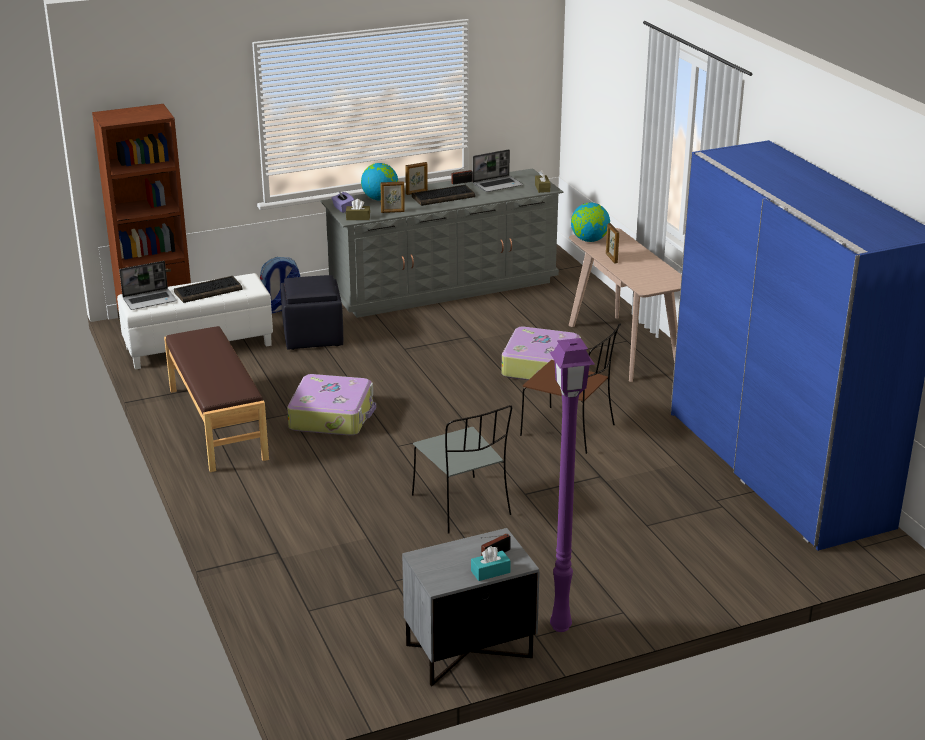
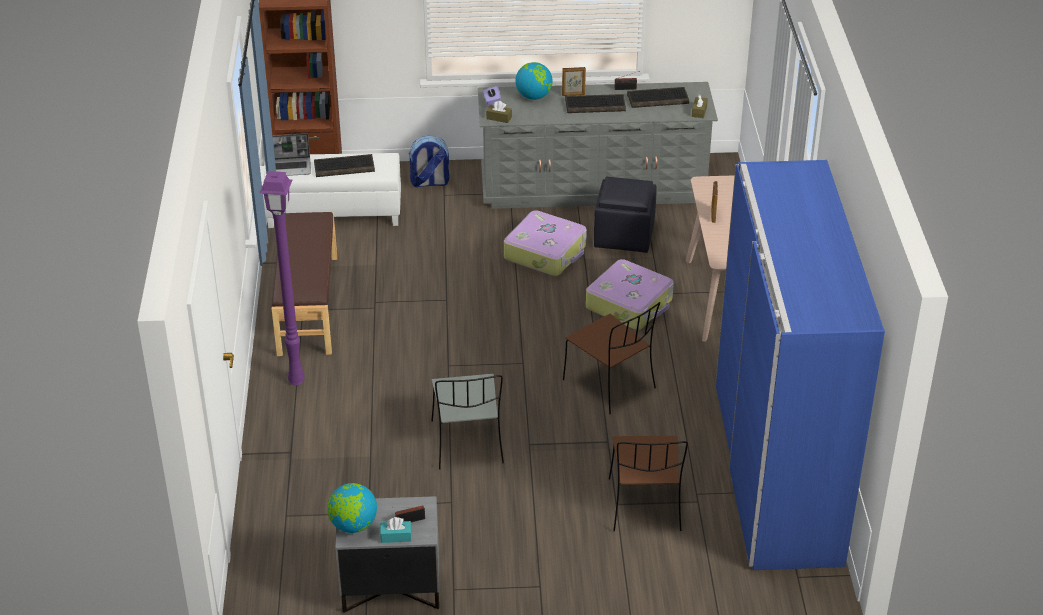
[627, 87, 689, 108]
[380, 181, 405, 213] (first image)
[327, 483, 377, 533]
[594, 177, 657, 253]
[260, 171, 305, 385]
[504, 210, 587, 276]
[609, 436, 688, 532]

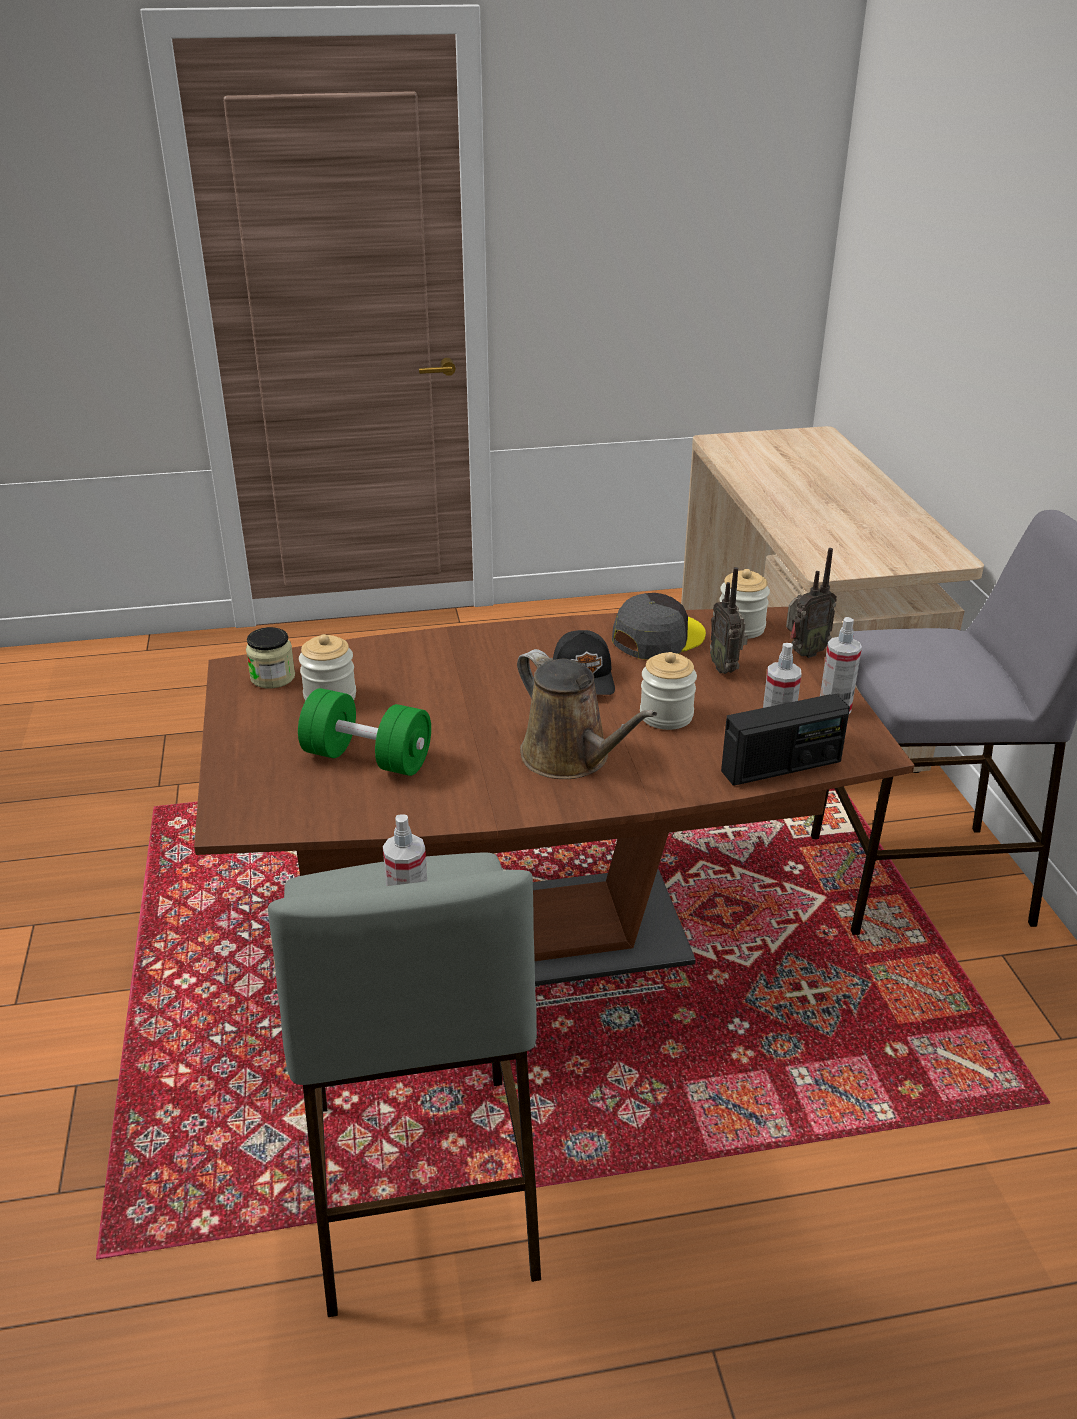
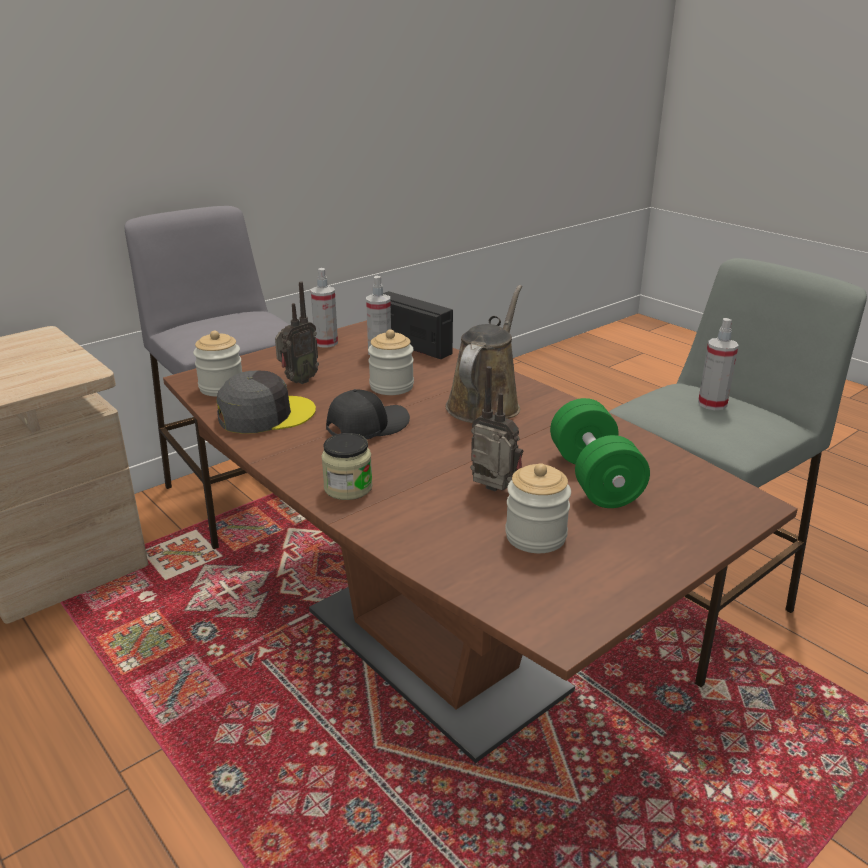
[470, 366, 523, 491]
[216, 371, 316, 434]
[321, 433, 373, 500]

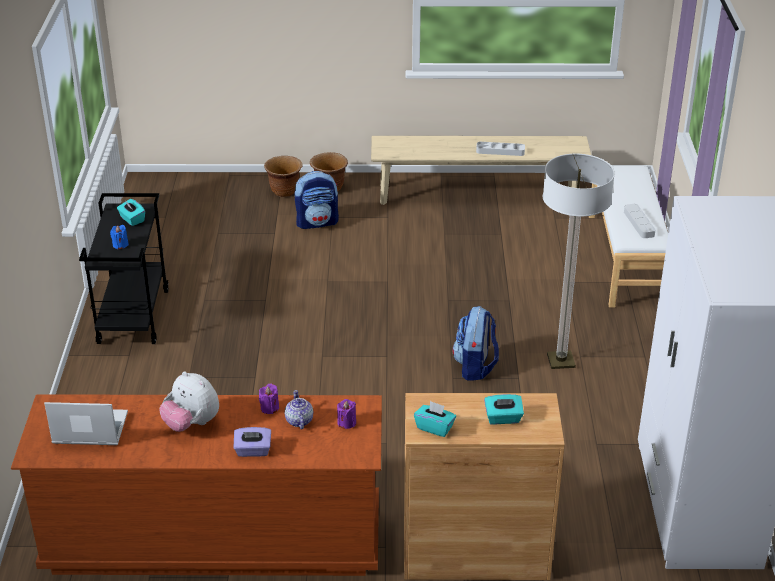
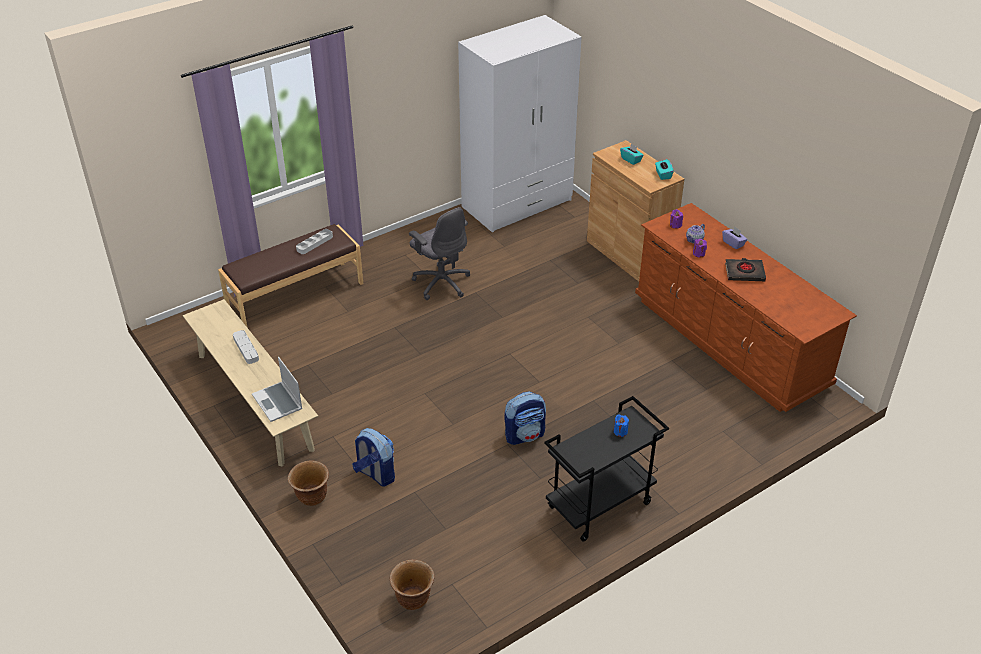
[409, 207, 470, 300]
[390, 559, 434, 610]
[218, 224, 363, 328]
[117, 199, 145, 226] (first image)
[504, 391, 546, 445]
[725, 258, 766, 281]
[252, 357, 303, 422]

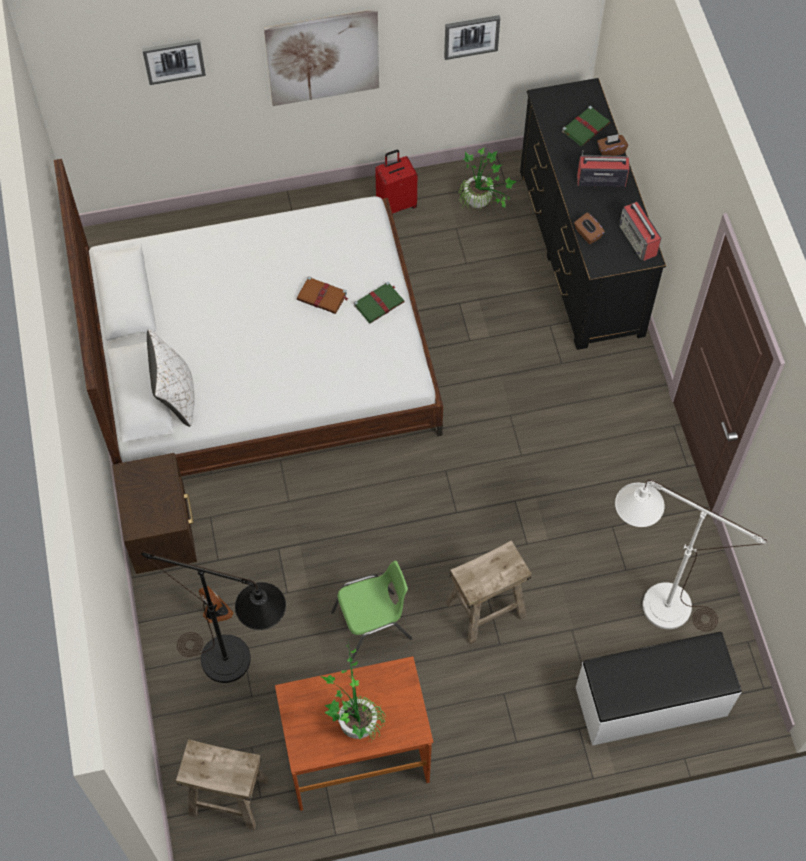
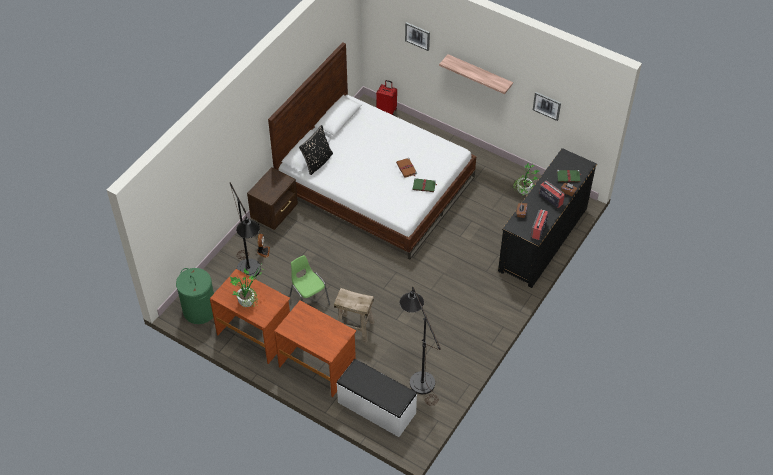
[439, 54, 513, 94]
[376, 80, 397, 115]
[299, 125, 333, 175]
[400, 287, 440, 406]
[289, 255, 330, 305]
[176, 268, 214, 324]
[274, 301, 356, 397]

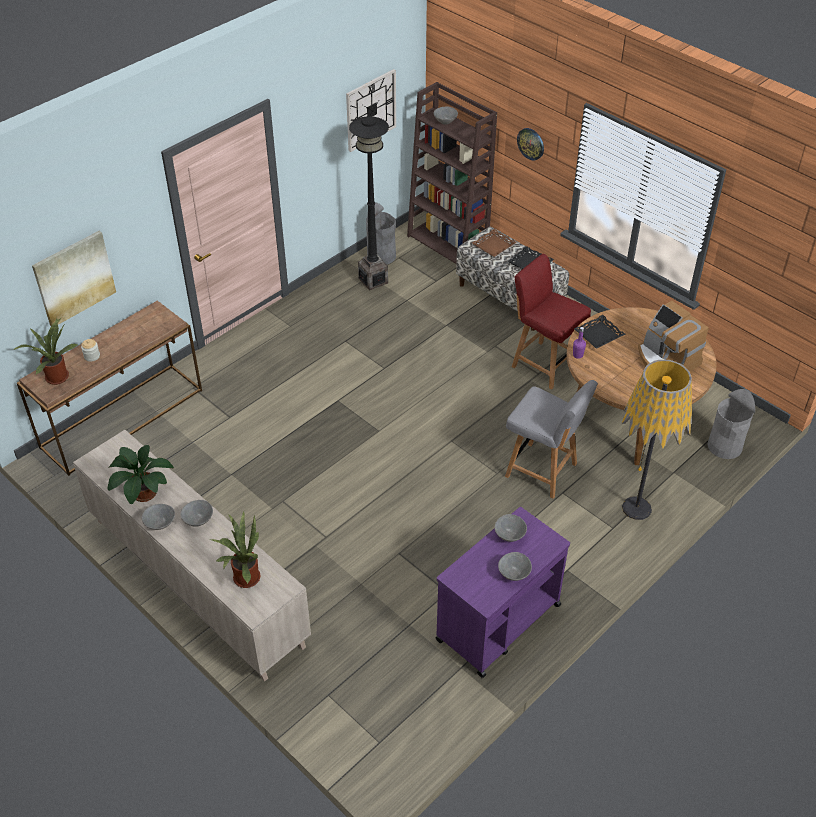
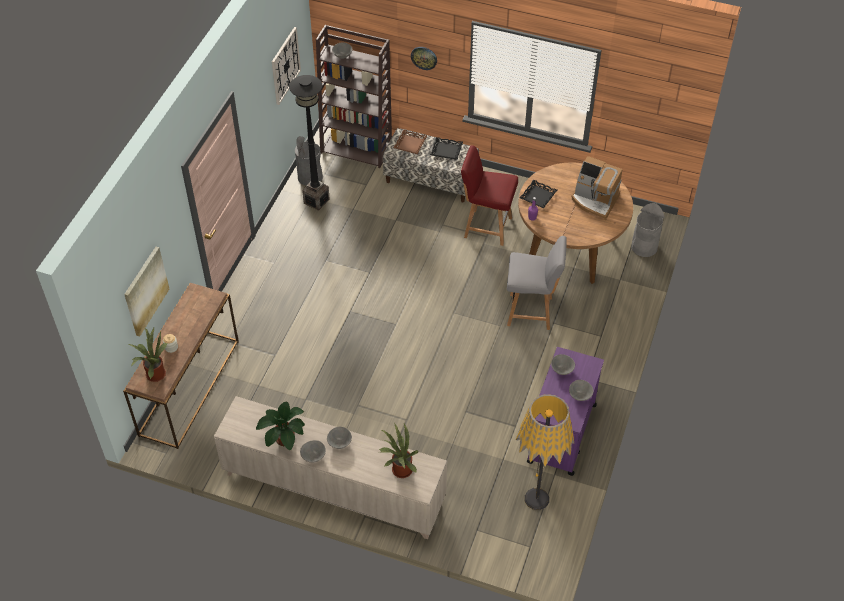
[516, 394, 574, 510]

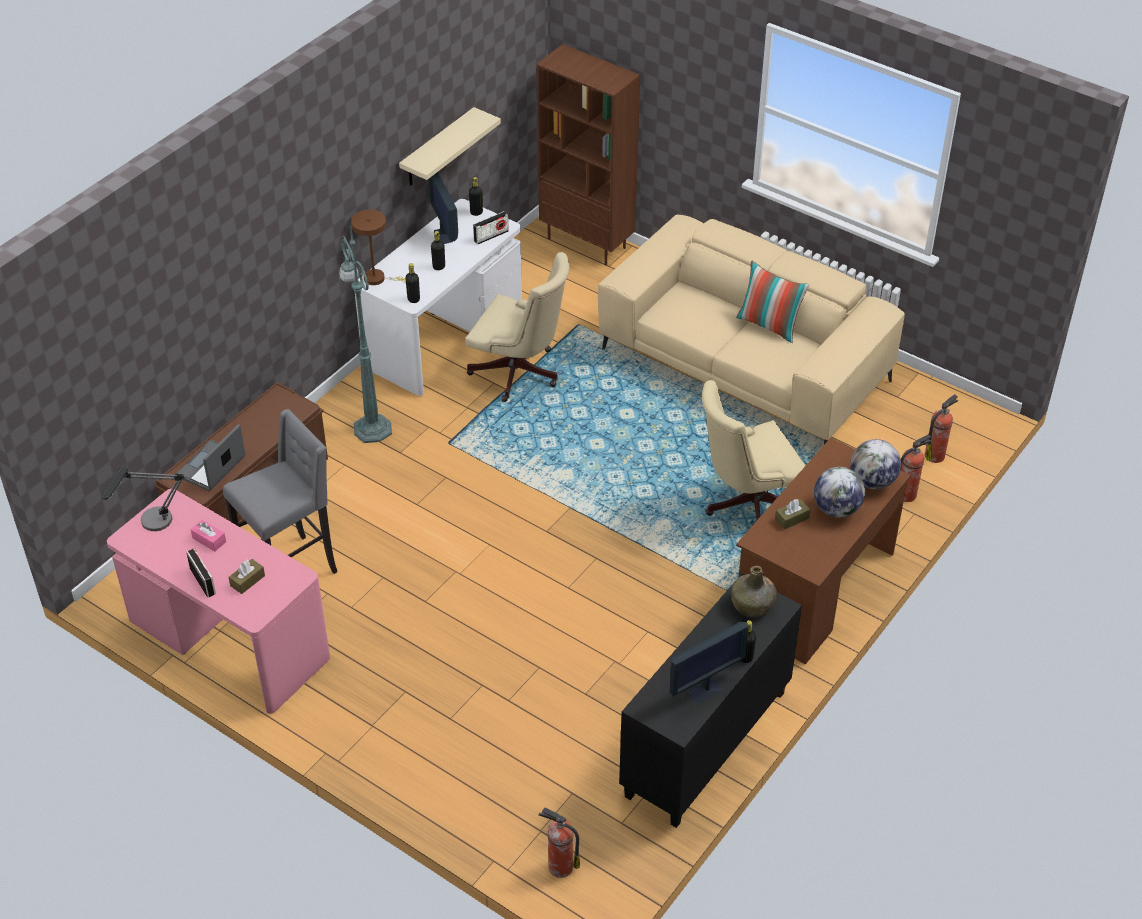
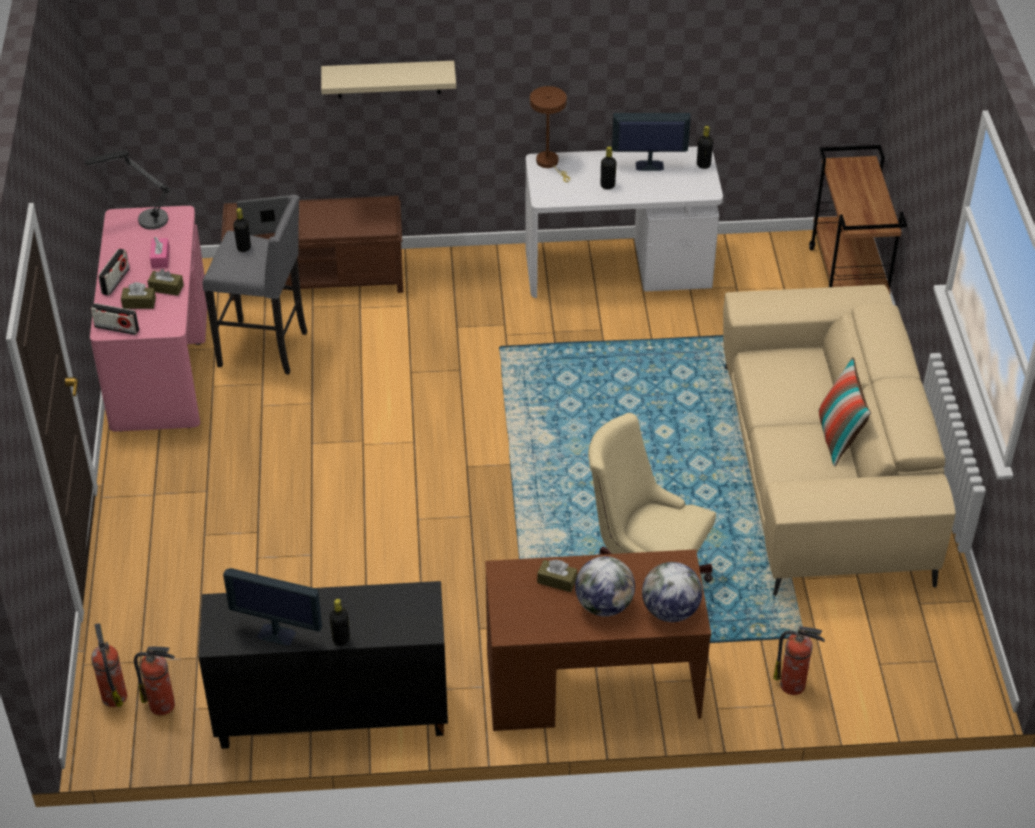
[809, 145, 907, 294]
[321, 61, 456, 98]
[612, 113, 691, 171]
[91, 303, 139, 335]
[339, 222, 392, 443] (first image)
[465, 252, 569, 402] (first image)
[233, 208, 251, 252]
[134, 647, 175, 715]
[731, 566, 777, 618] (first image)
[147, 269, 184, 296]

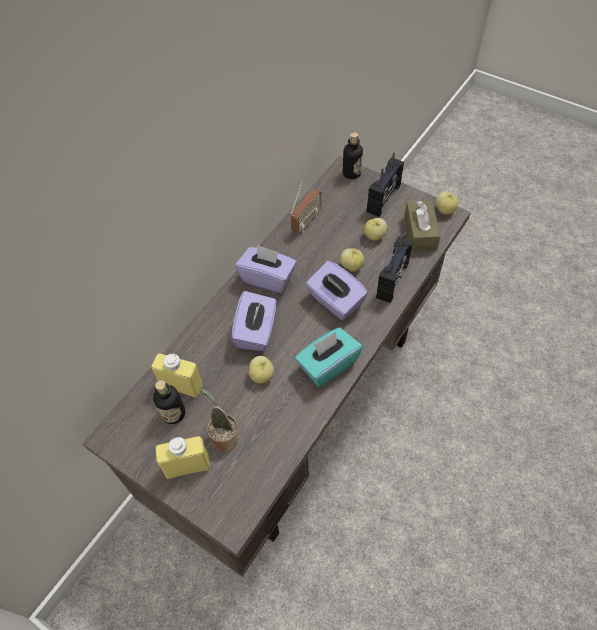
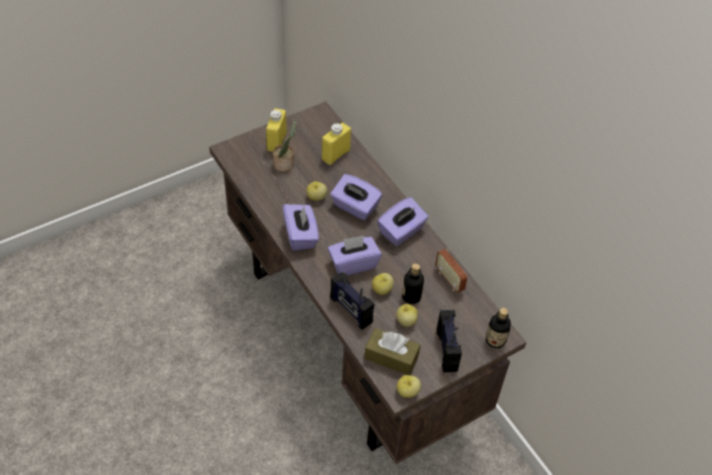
[436, 309, 462, 372]
[283, 204, 319, 251]
[402, 263, 424, 304]

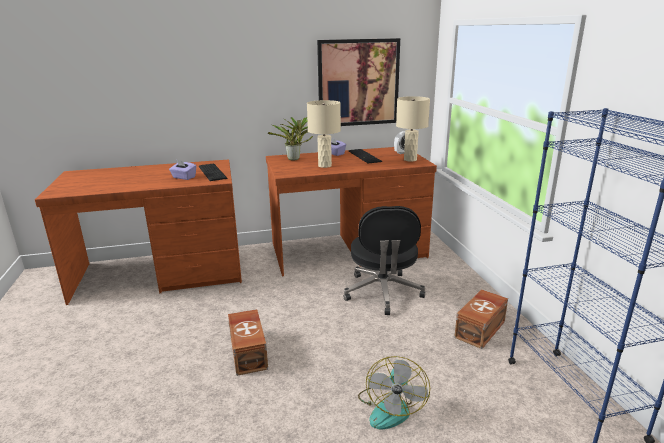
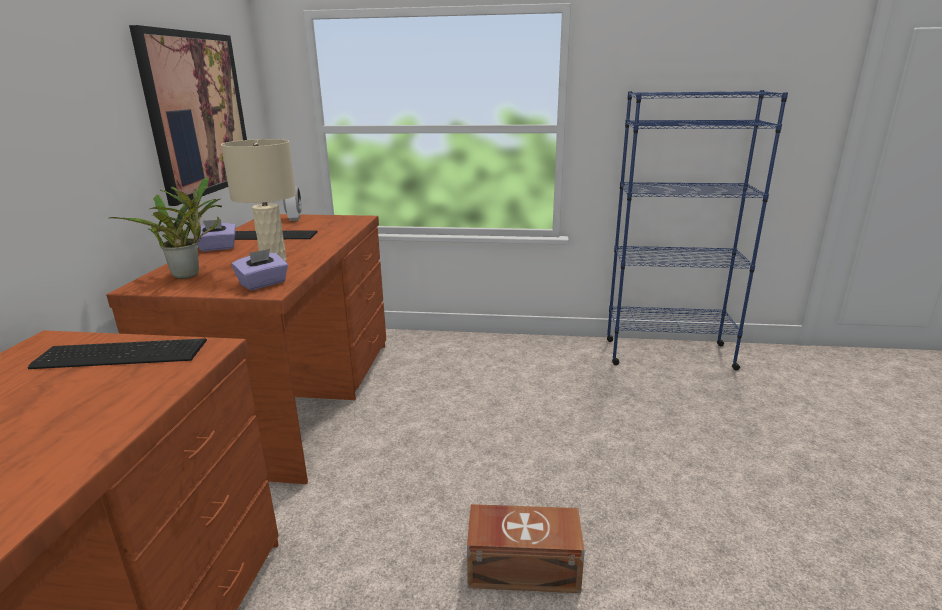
[396, 96, 430, 162] (first image)
[232, 249, 288, 290]
[343, 206, 425, 315] (first image)
[454, 289, 508, 349] (first image)
[358, 356, 430, 429] (first image)

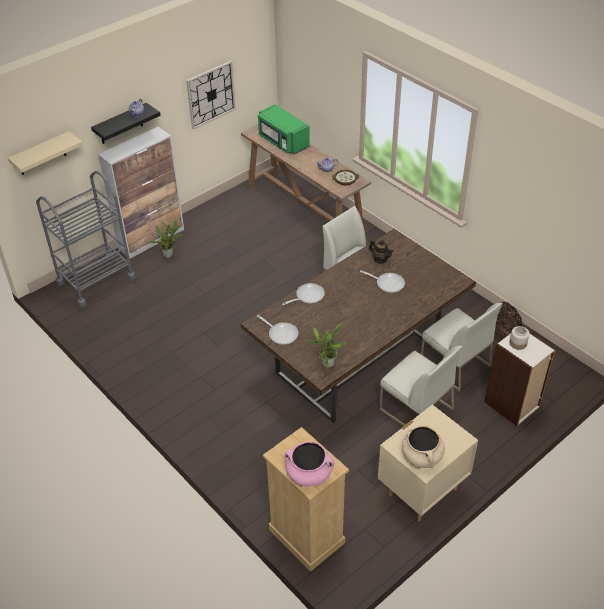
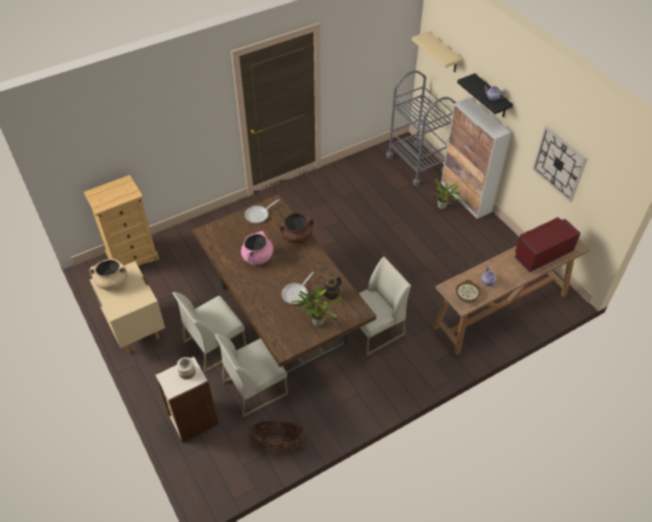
[515, 217, 581, 272]
[280, 213, 314, 244]
[291, 285, 342, 327]
[241, 231, 273, 265]

